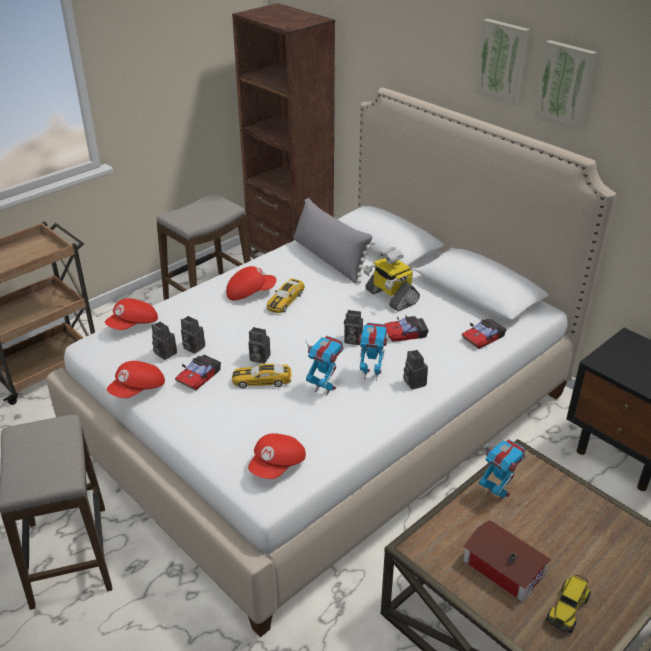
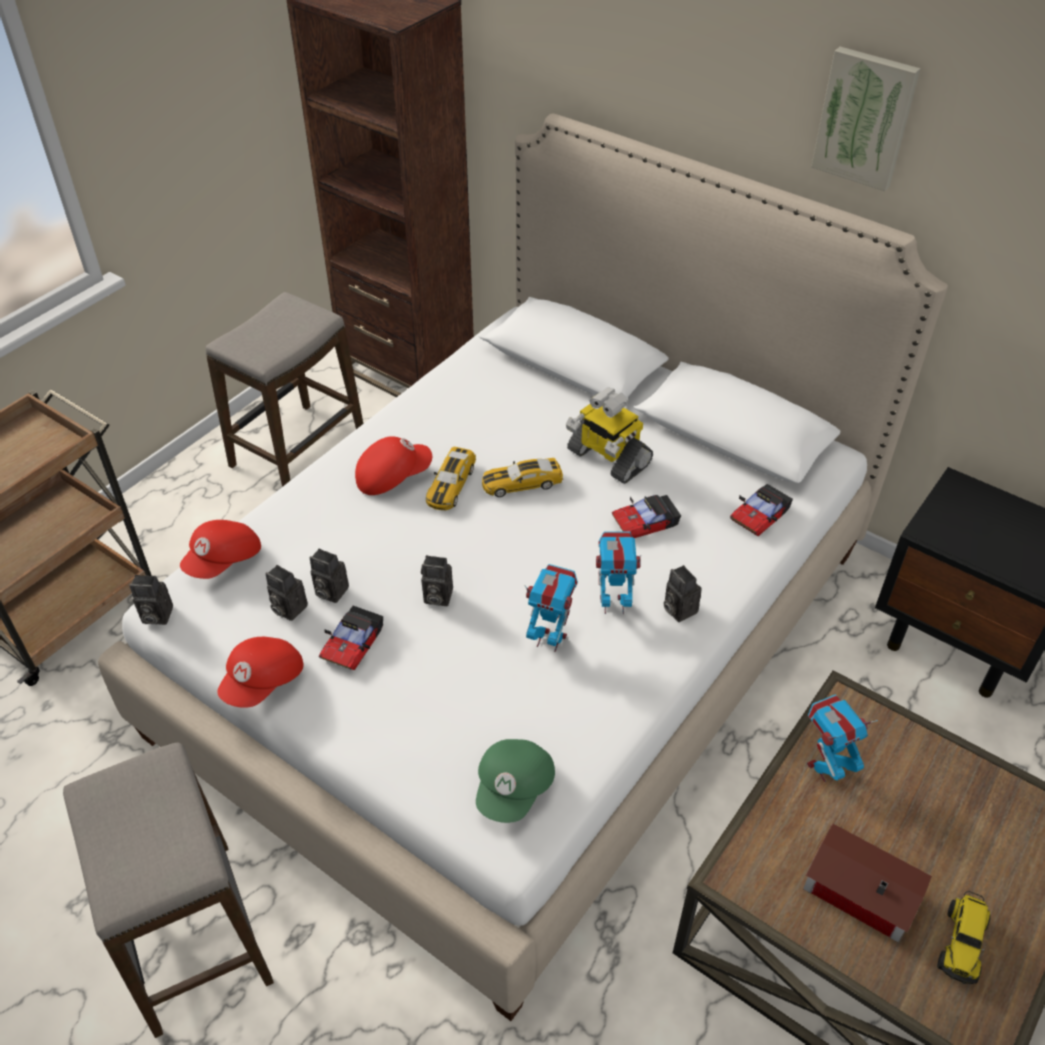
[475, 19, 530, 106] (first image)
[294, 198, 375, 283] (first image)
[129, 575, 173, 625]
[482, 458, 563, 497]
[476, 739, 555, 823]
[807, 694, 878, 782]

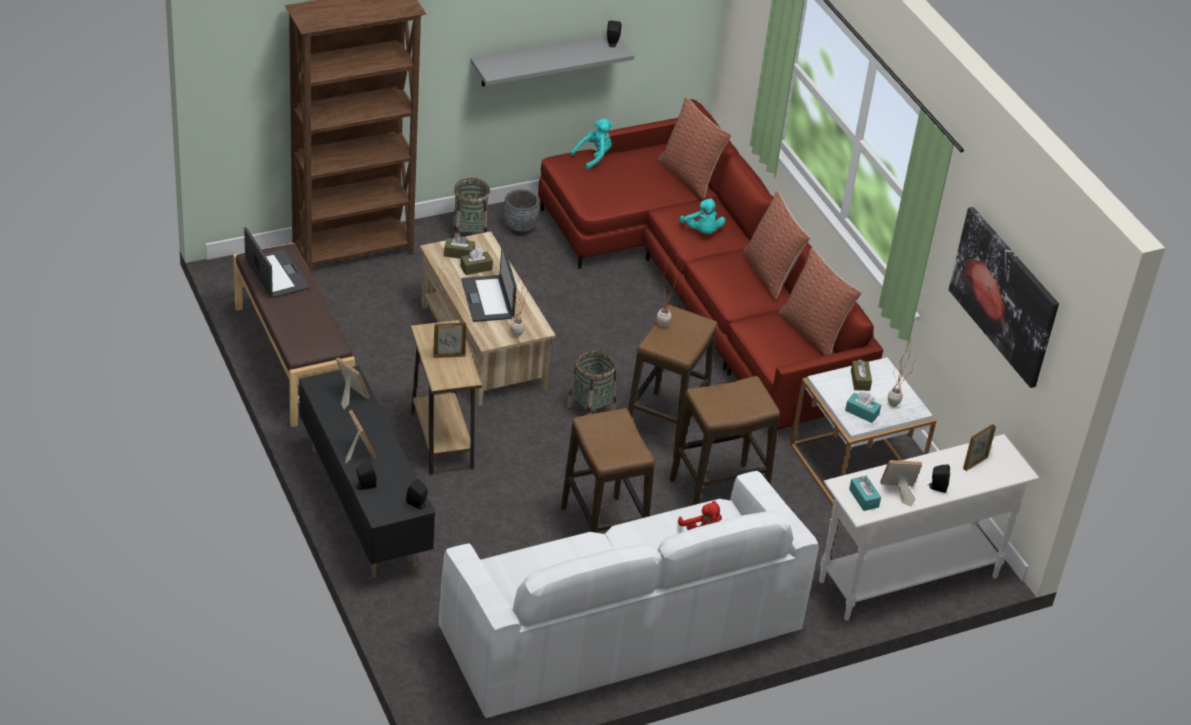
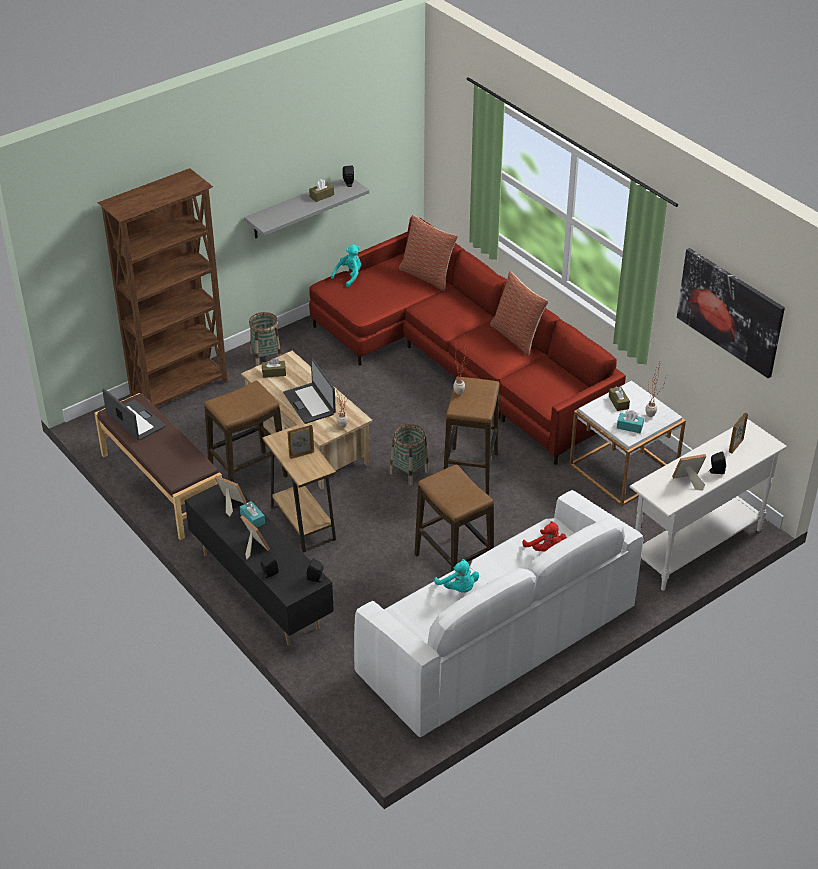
[504, 189, 539, 236] (first image)
[434, 559, 479, 593]
[309, 179, 334, 202]
[779, 248, 862, 356] (first image)
[204, 380, 288, 482]
[240, 501, 265, 528]

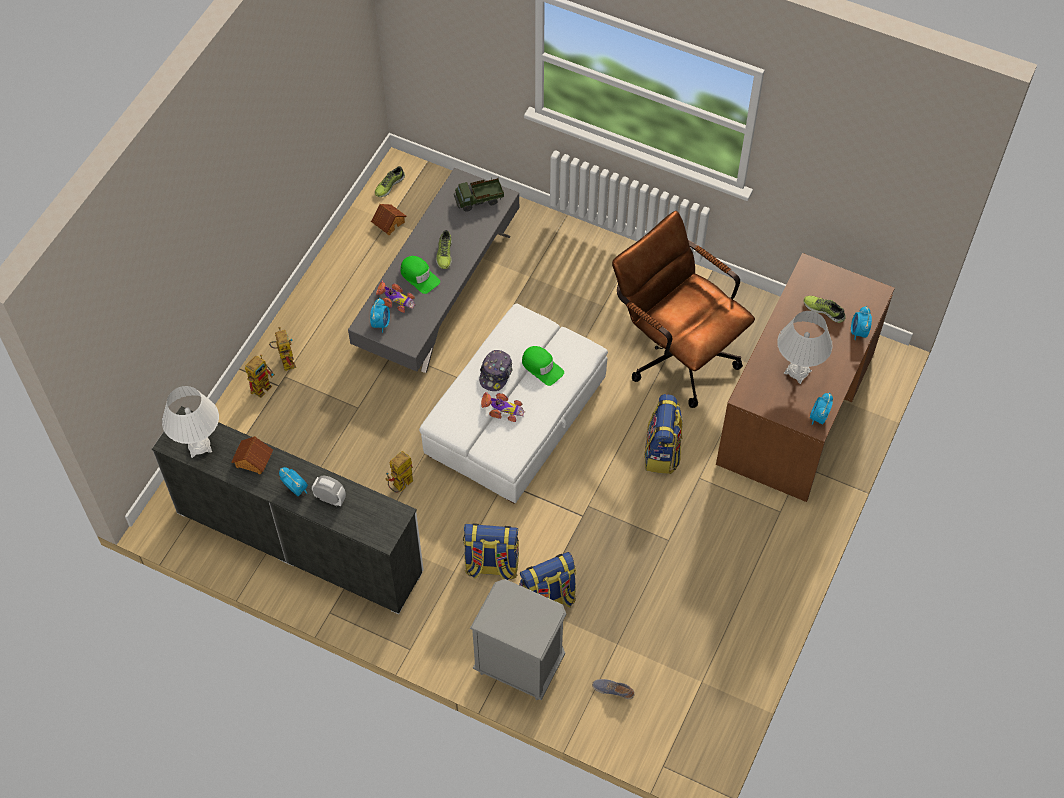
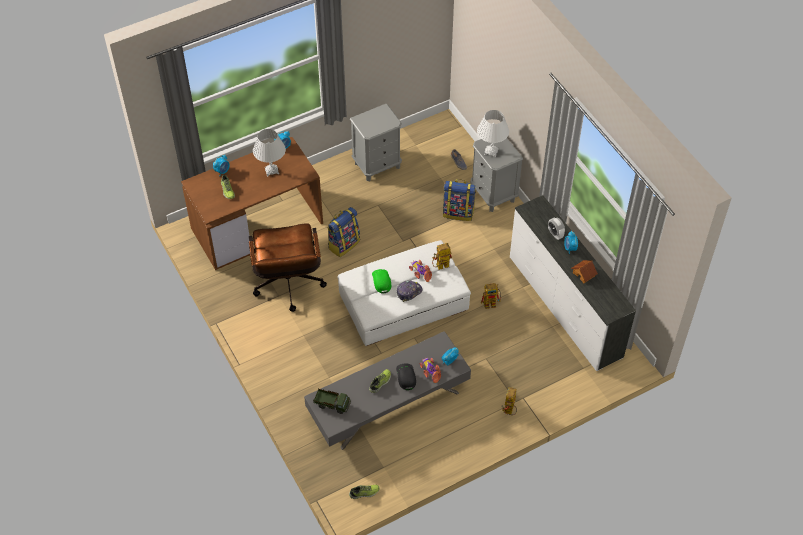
[371, 204, 407, 236] (first image)
[396, 364, 416, 390]
[432, 243, 452, 270]
[477, 110, 509, 157]
[463, 523, 519, 580] (first image)
[350, 104, 402, 181]

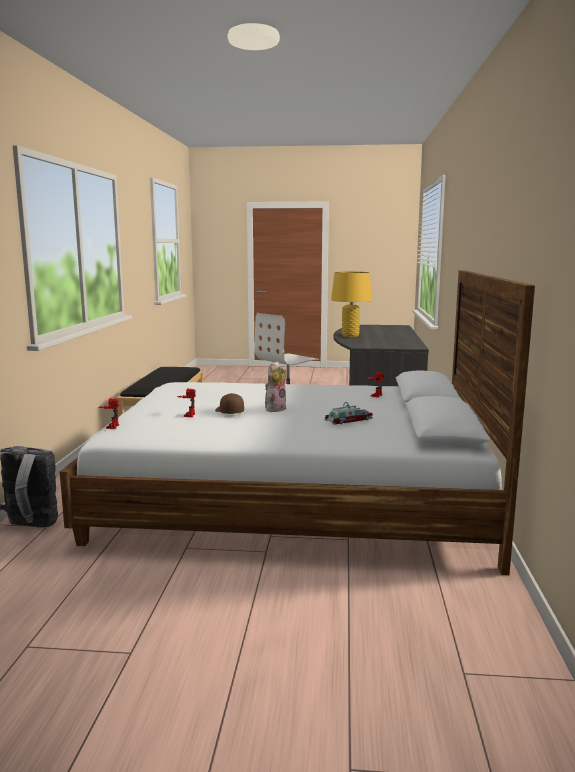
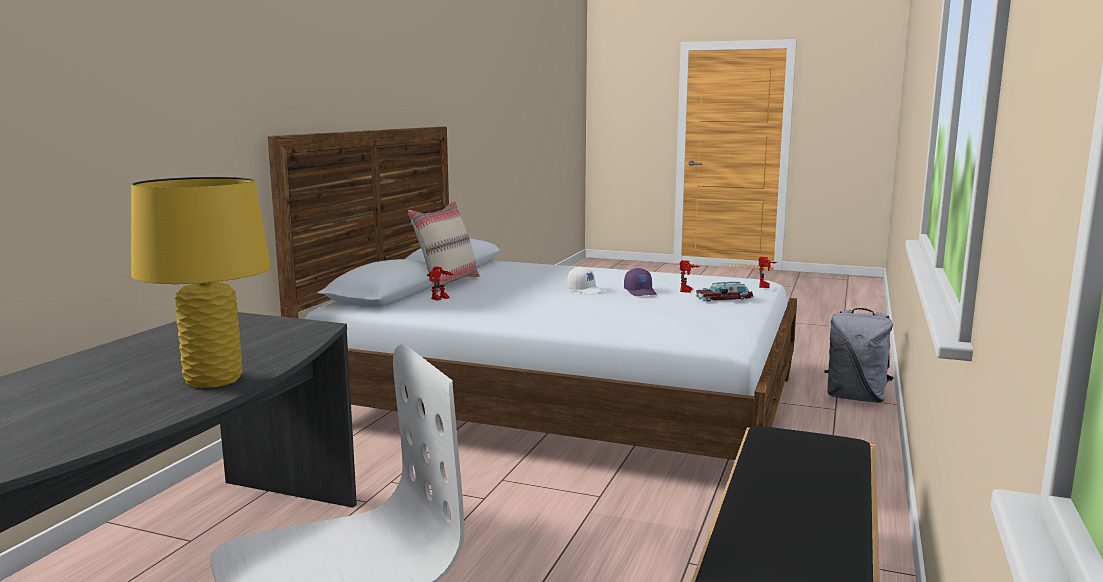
[567, 267, 604, 295]
[624, 268, 657, 296]
[696, 282, 754, 301]
[408, 201, 480, 293]

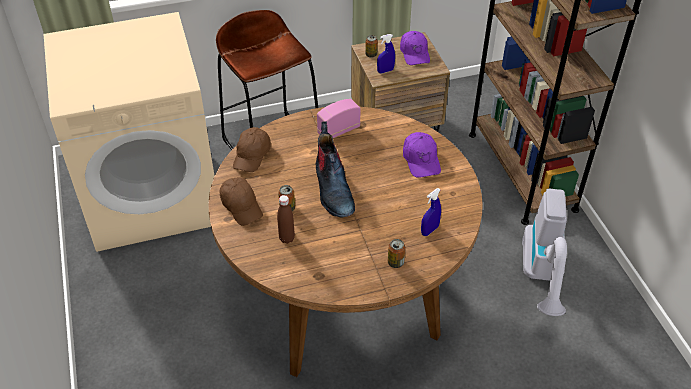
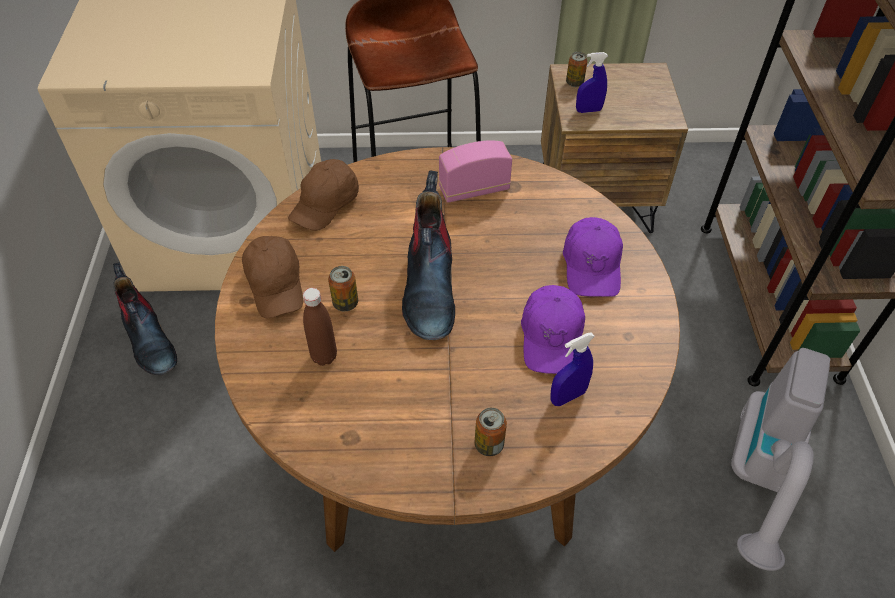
[521, 285, 585, 374]
[113, 262, 177, 375]

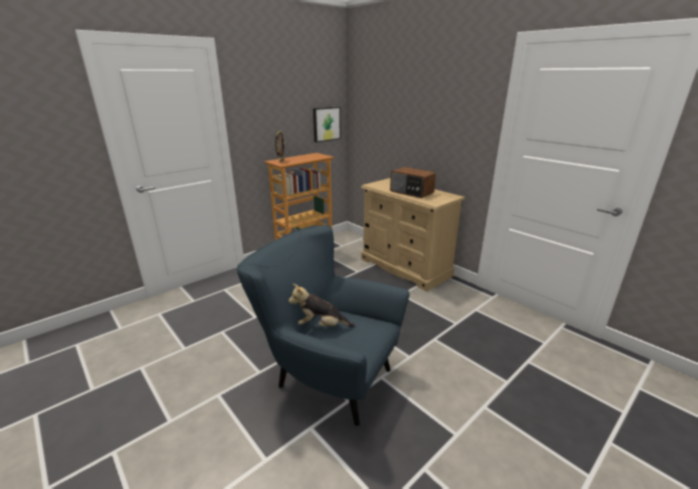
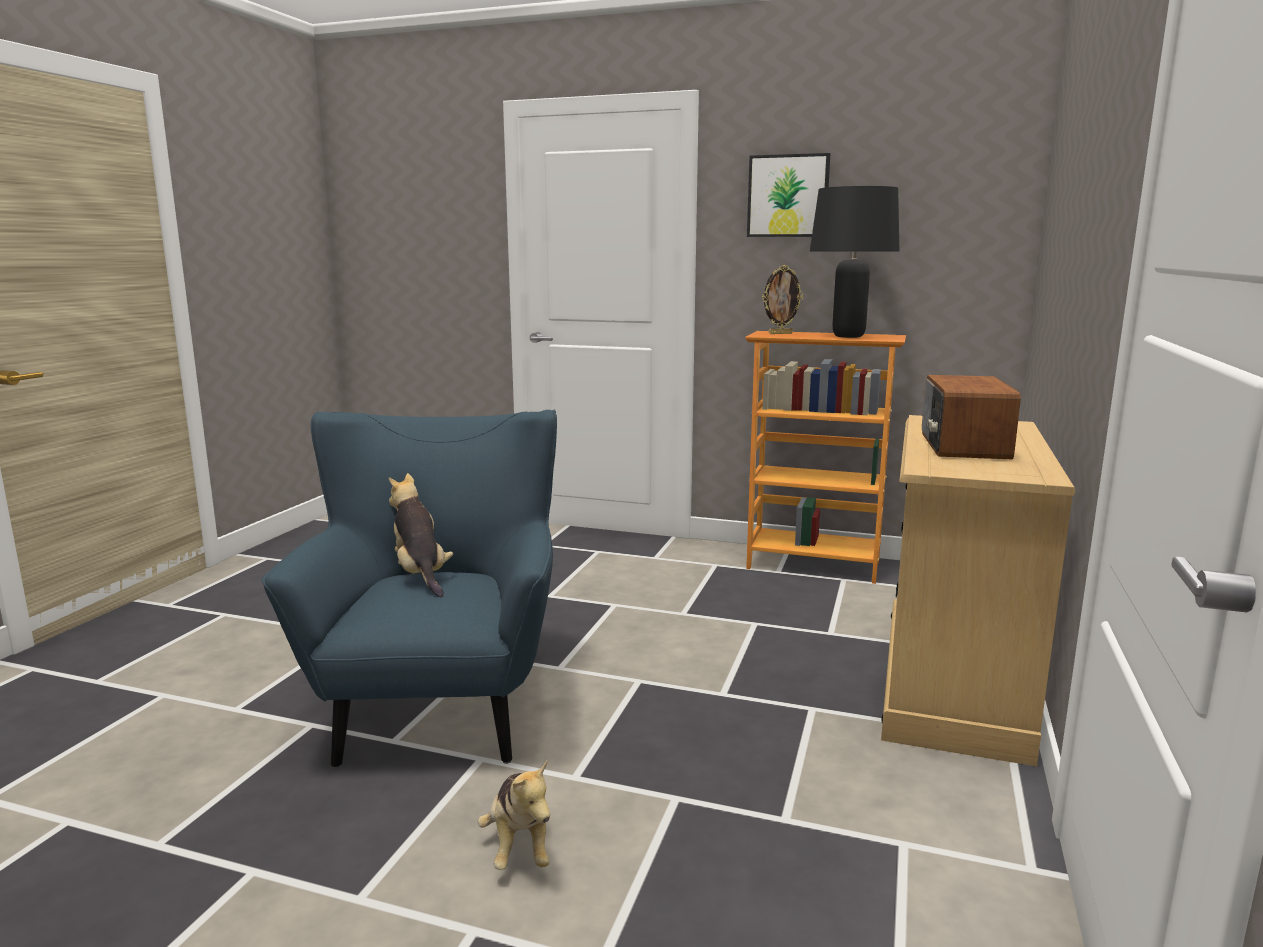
[747, 153, 830, 237]
[810, 186, 899, 338]
[478, 761, 550, 870]

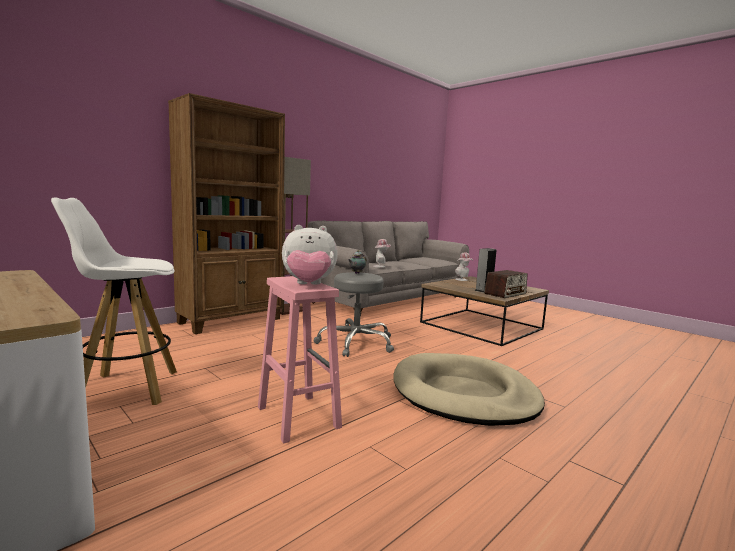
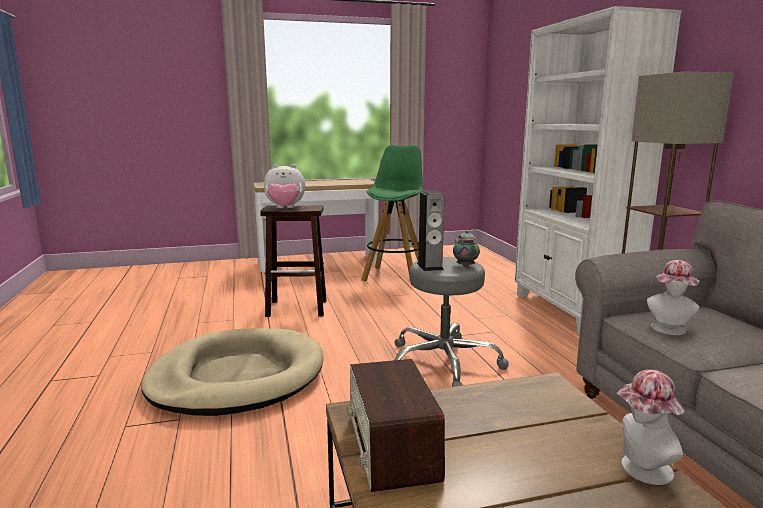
[515, 6, 682, 335]
[361, 145, 423, 285]
[264, 164, 305, 208]
[417, 190, 444, 271]
[260, 205, 327, 317]

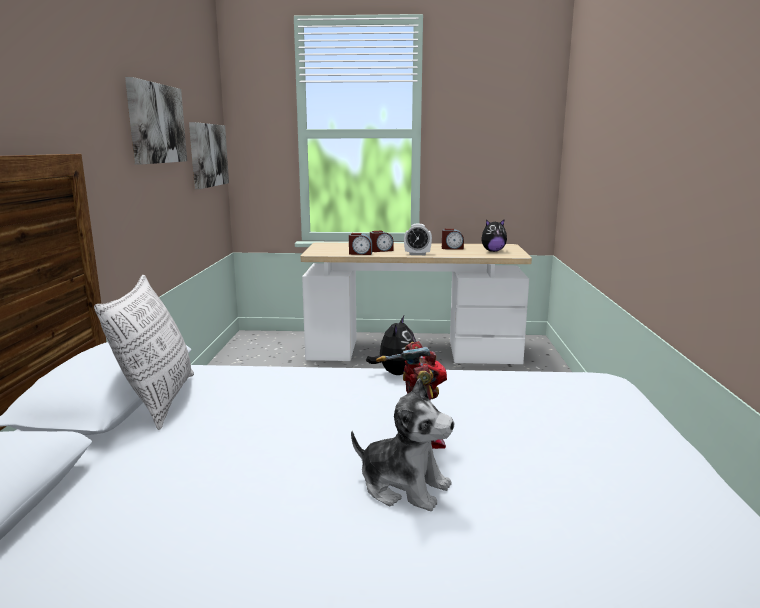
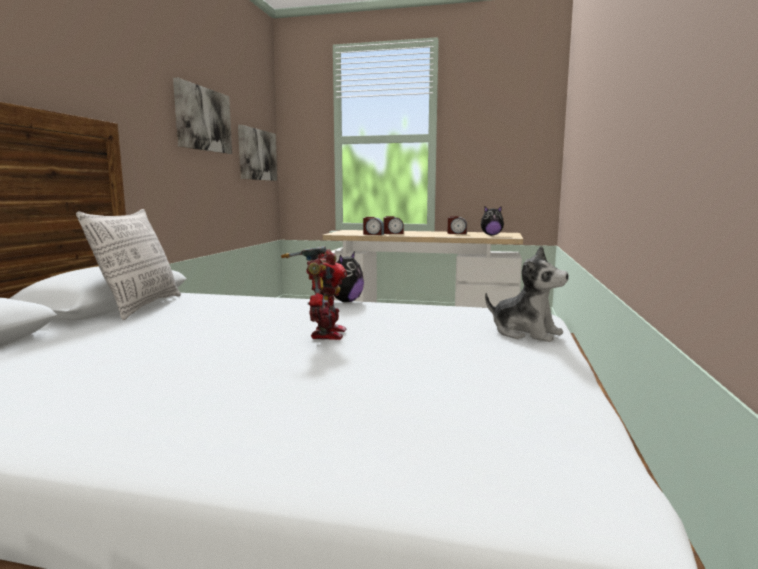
[404, 224, 432, 255] (first image)
[485, 246, 569, 342]

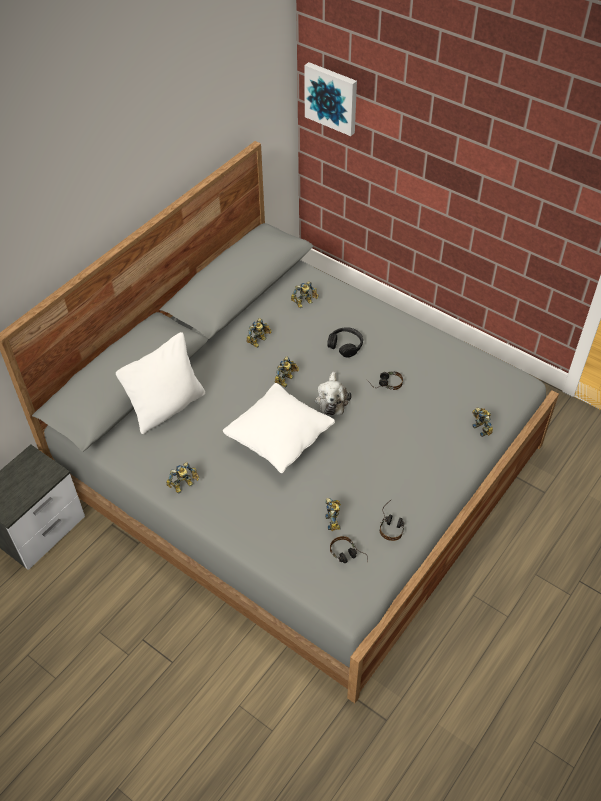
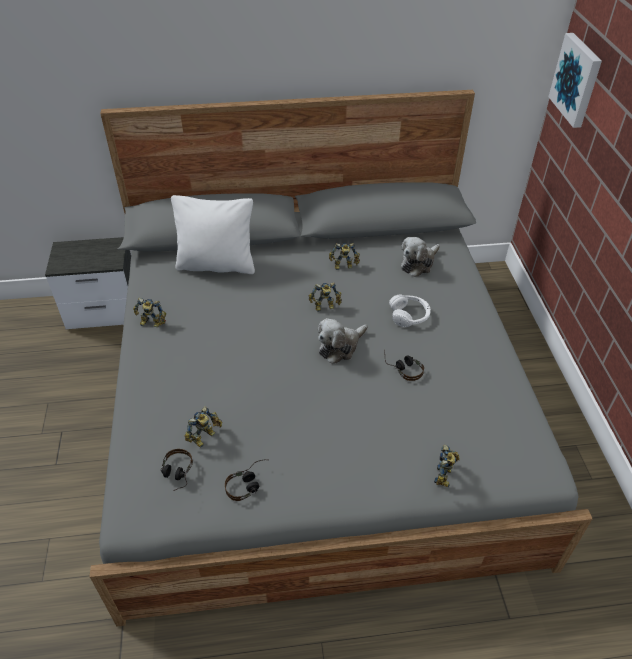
[401, 237, 440, 277]
[389, 294, 431, 327]
[223, 383, 335, 473] (first image)

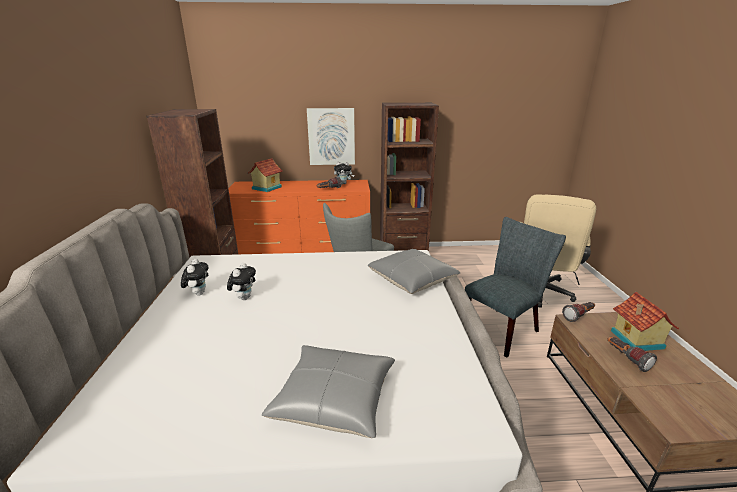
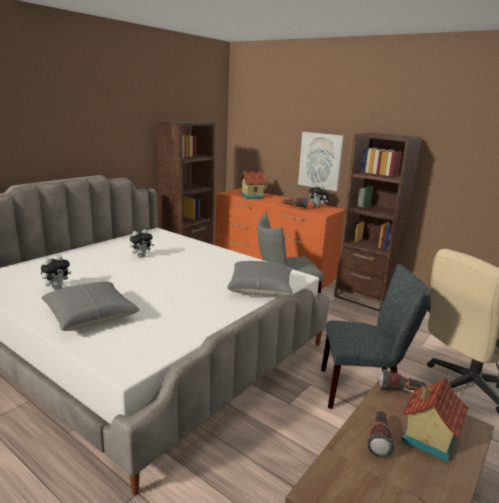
[41, 255, 71, 290]

